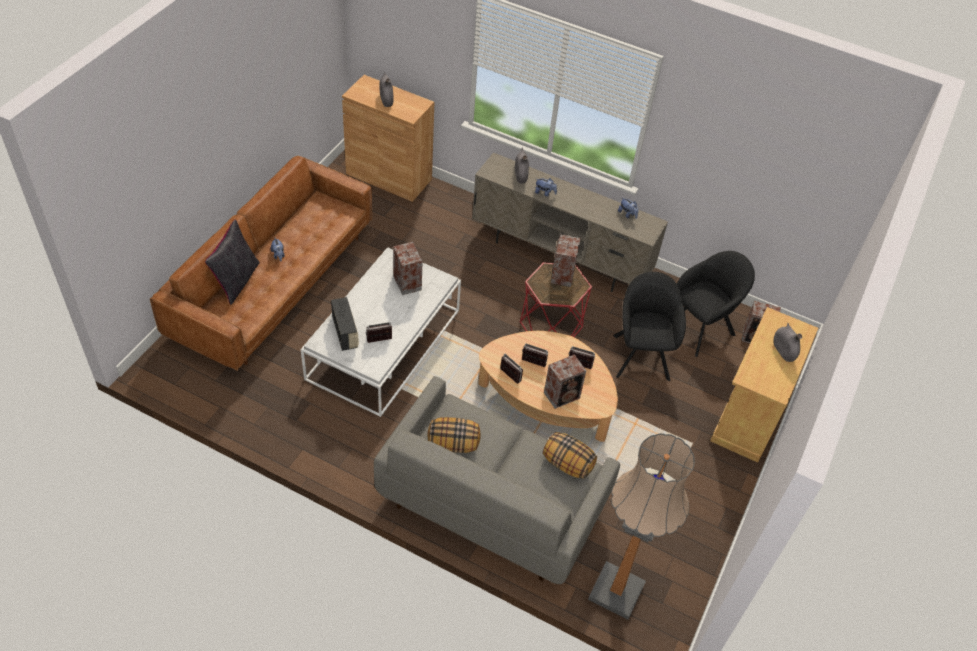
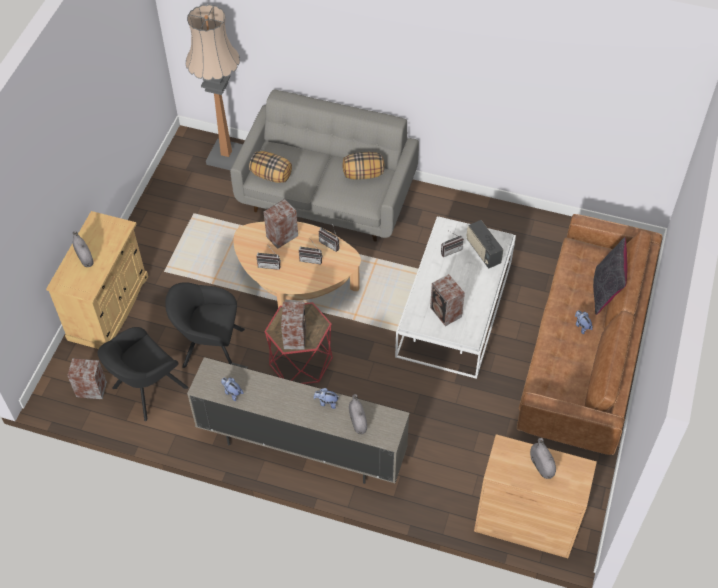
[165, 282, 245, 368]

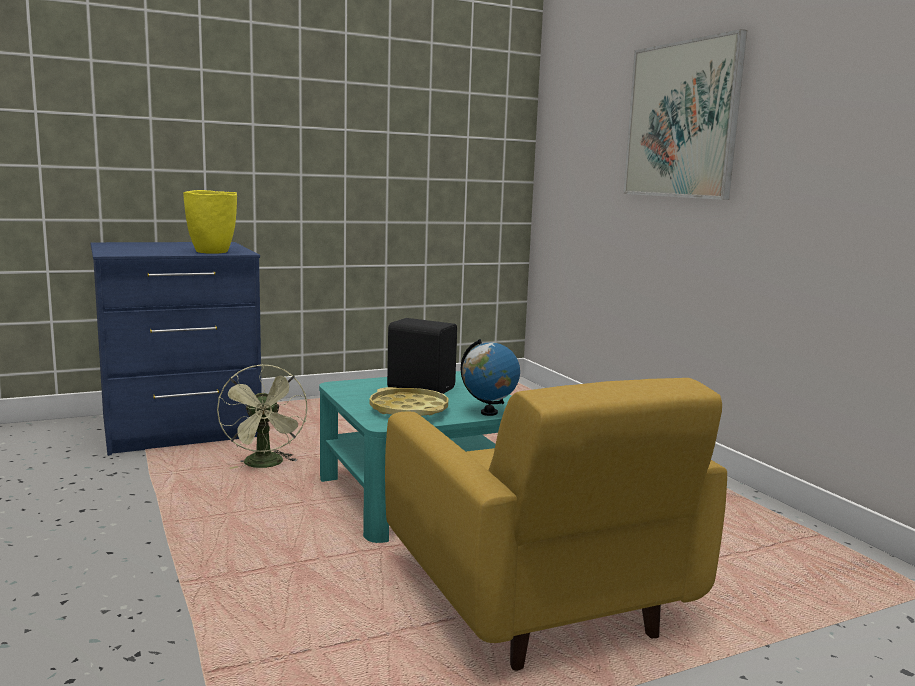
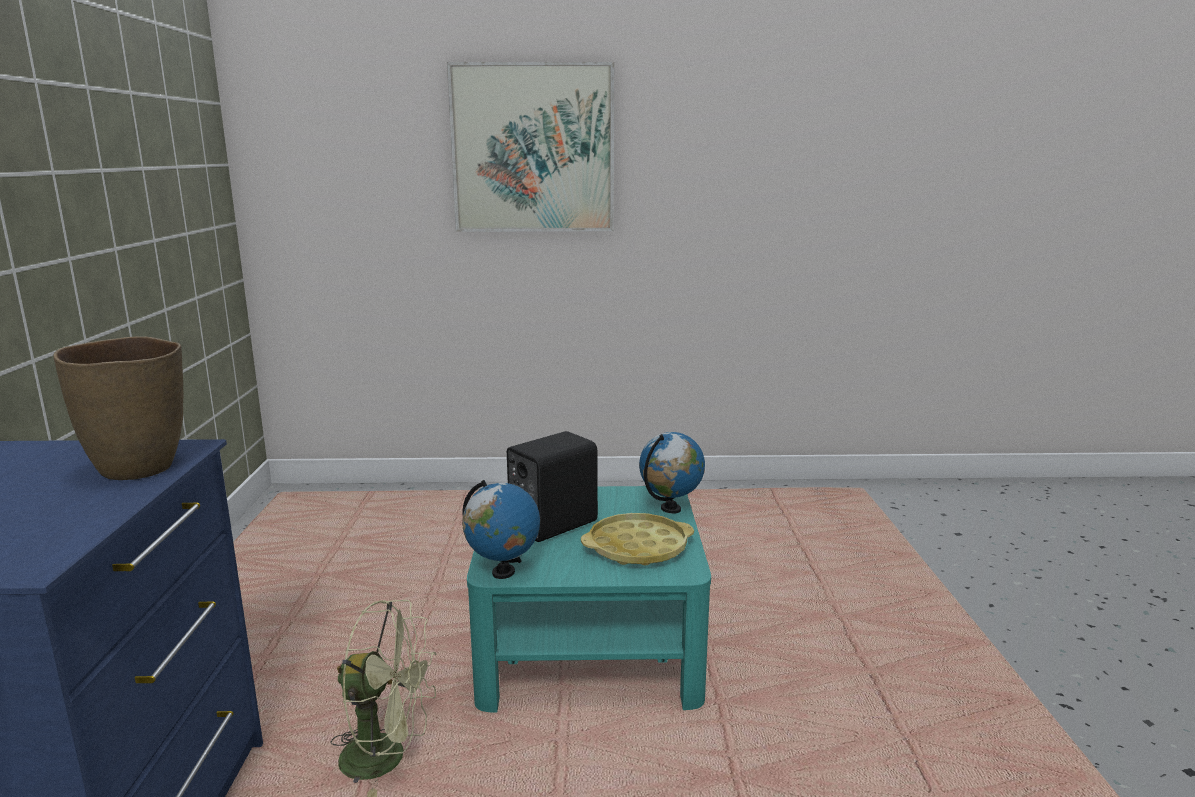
[53, 336, 183, 480]
[385, 378, 727, 671] (first image)
[462, 480, 540, 579]

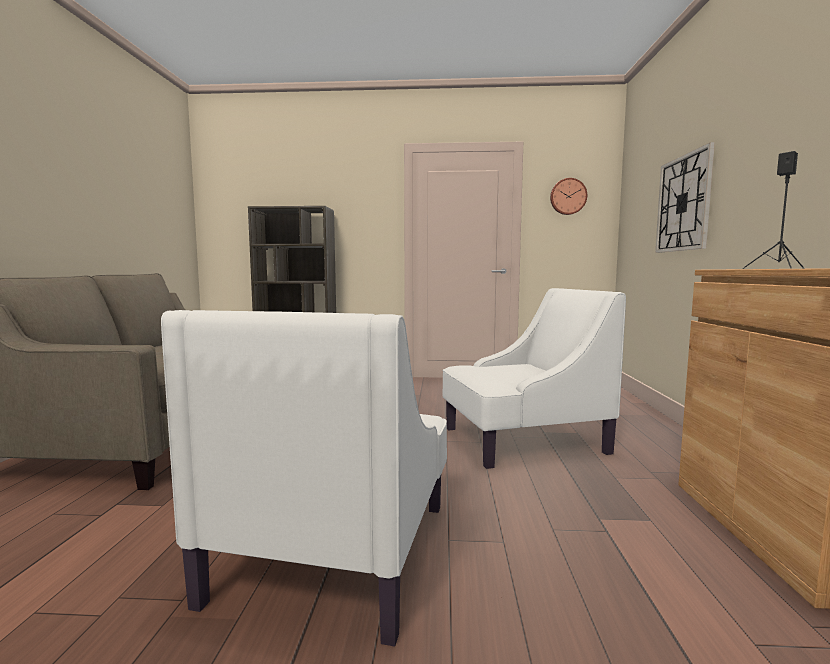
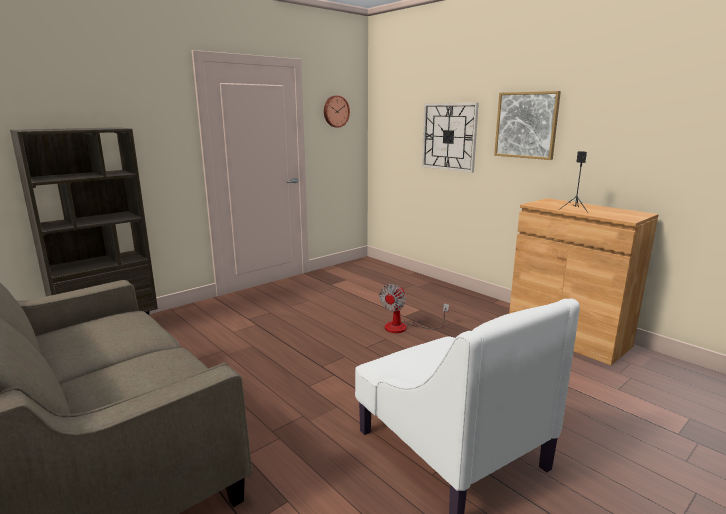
[379, 284, 449, 333]
[494, 91, 561, 160]

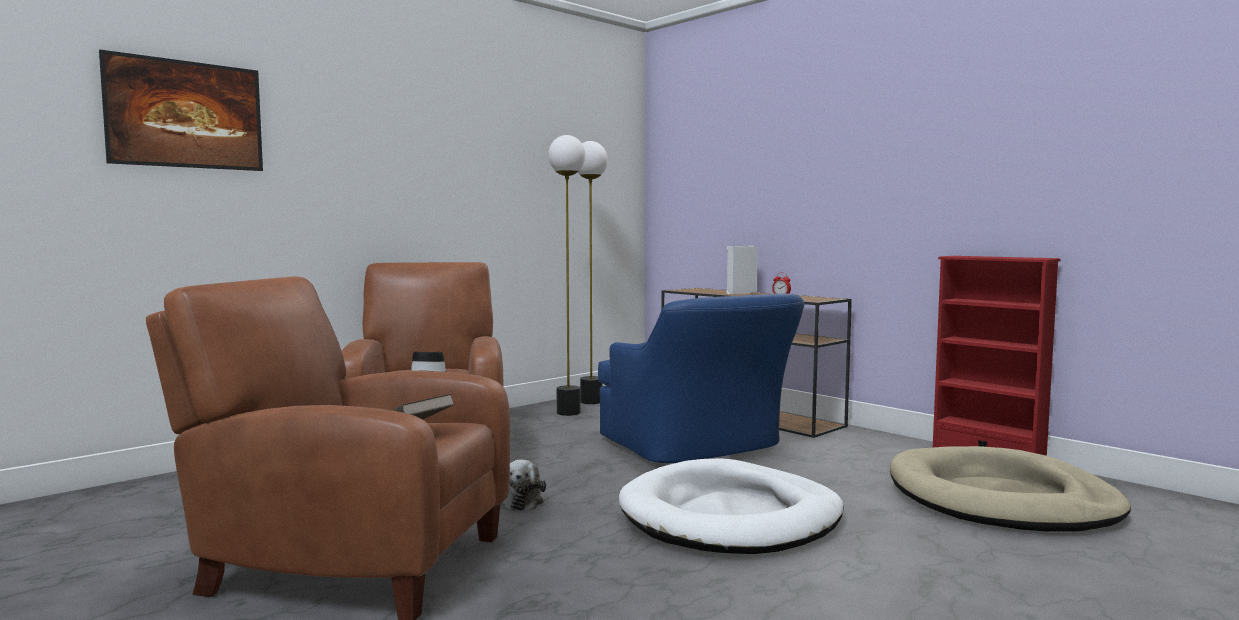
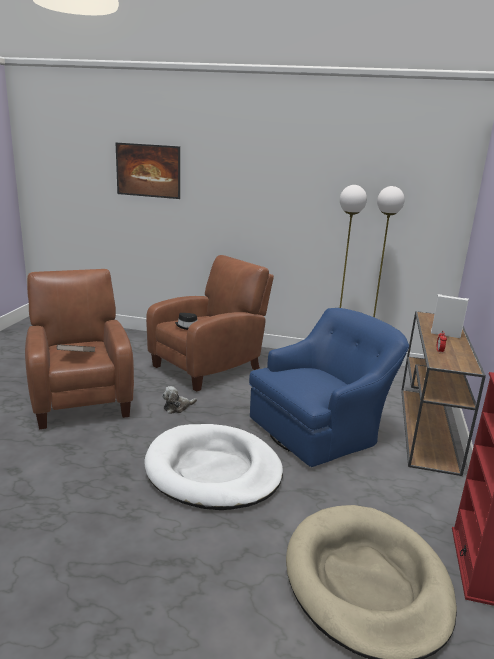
[249, 308, 409, 467]

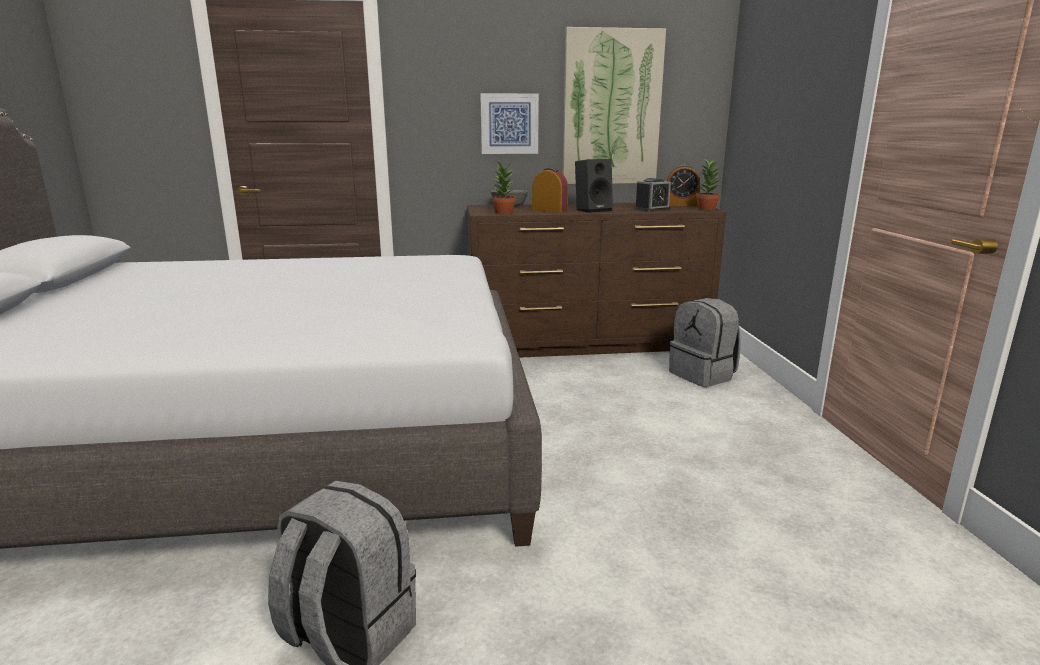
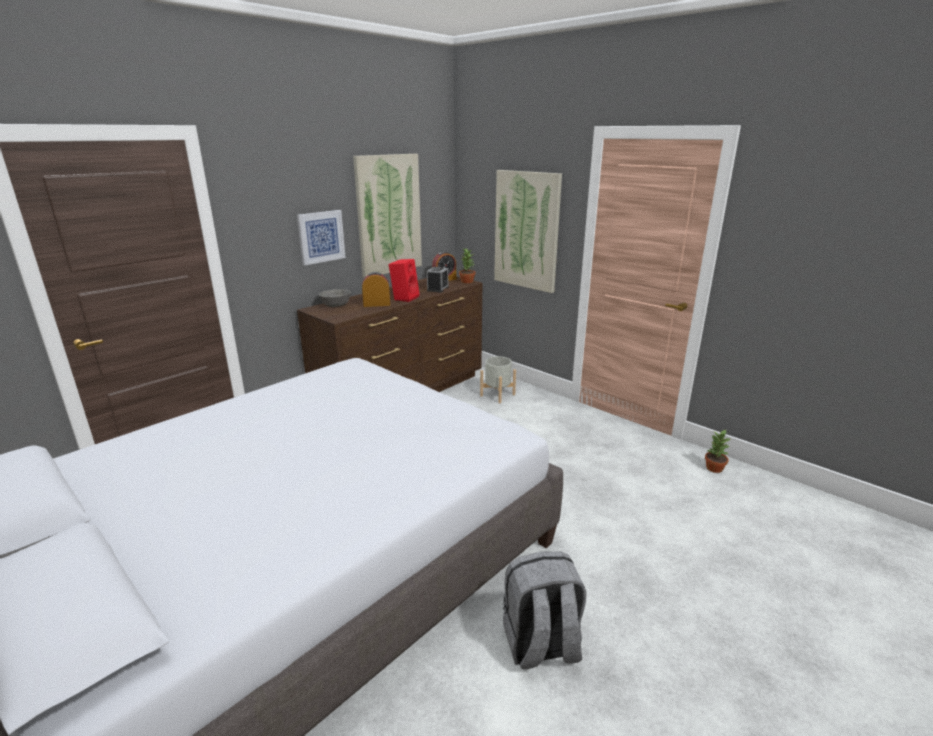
[705, 430, 731, 473]
[389, 259, 419, 302]
[480, 356, 516, 403]
[494, 170, 562, 293]

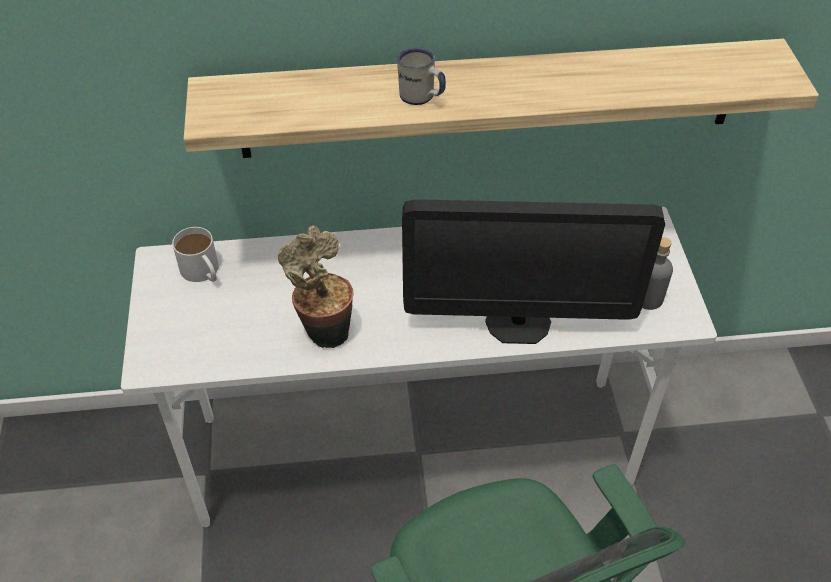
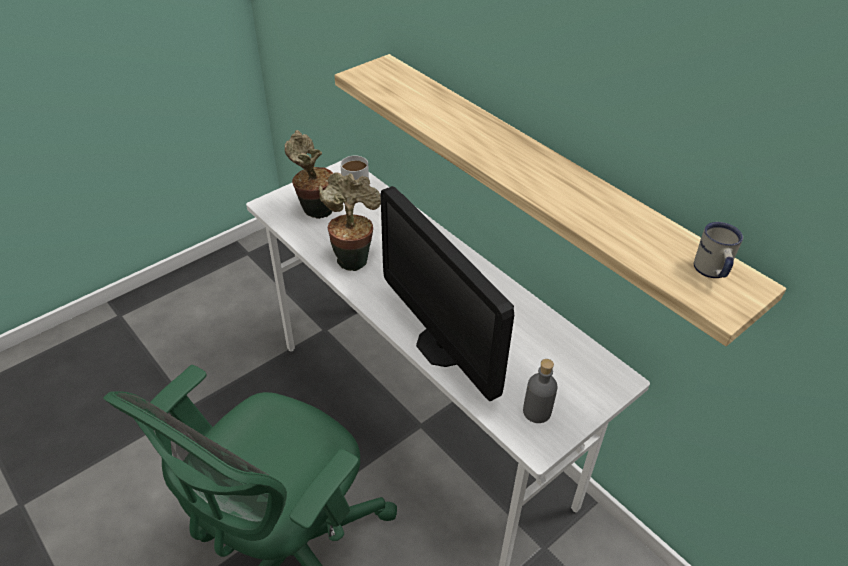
[694, 222, 743, 278]
[285, 130, 333, 219]

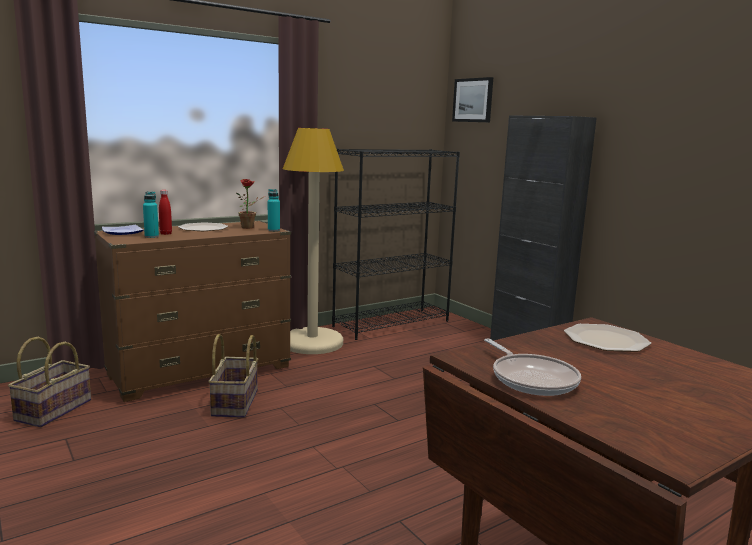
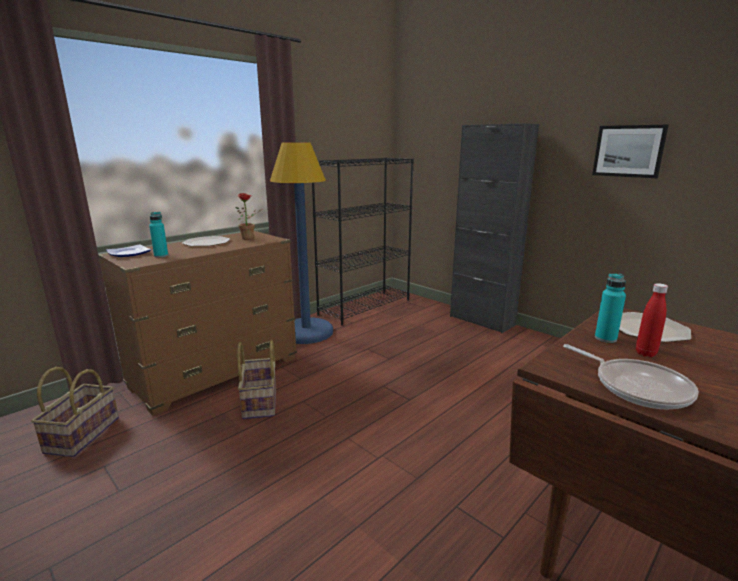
[636, 283, 668, 357]
[595, 274, 626, 343]
[270, 143, 333, 344]
[592, 124, 669, 178]

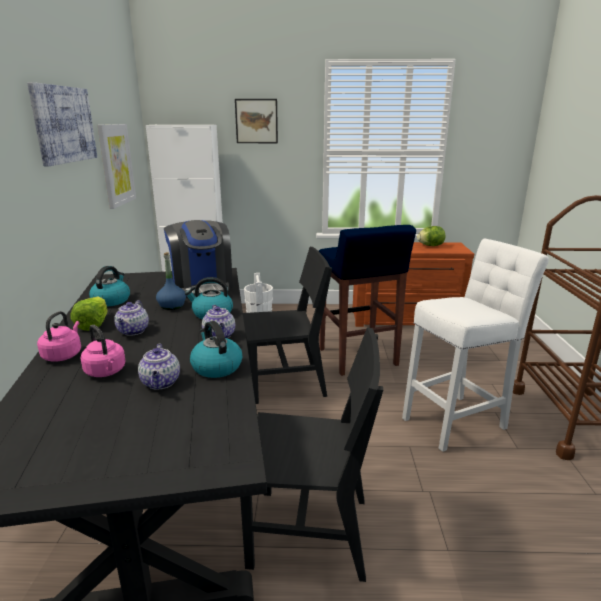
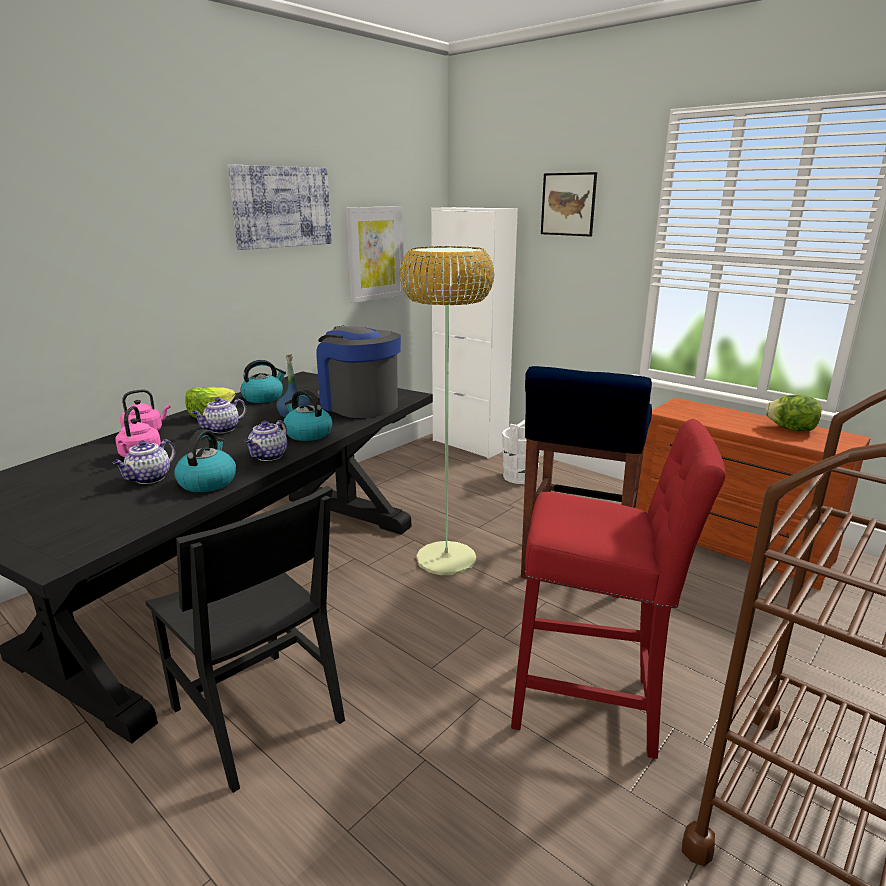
[317, 325, 401, 418]
[400, 246, 495, 575]
[511, 419, 726, 759]

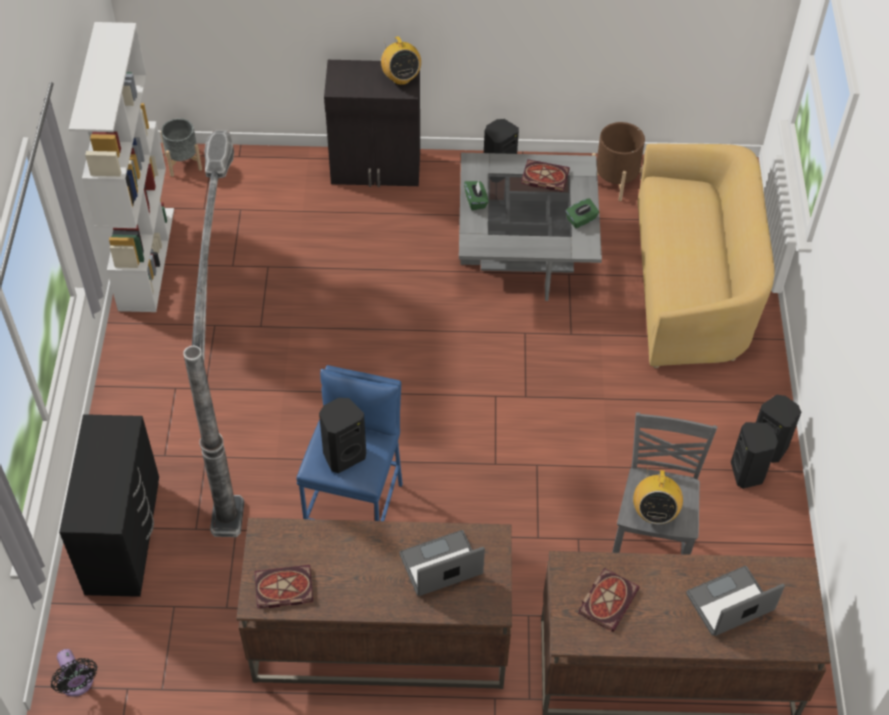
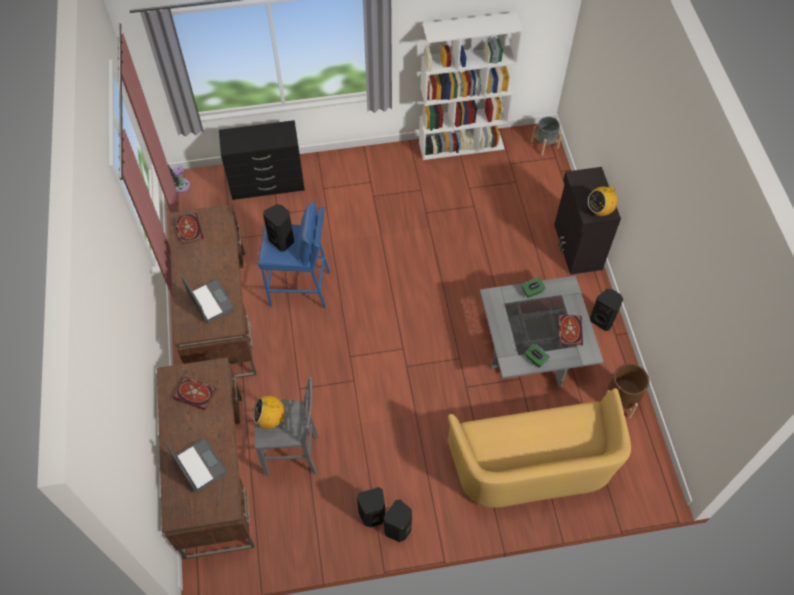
[183, 130, 244, 537] (first image)

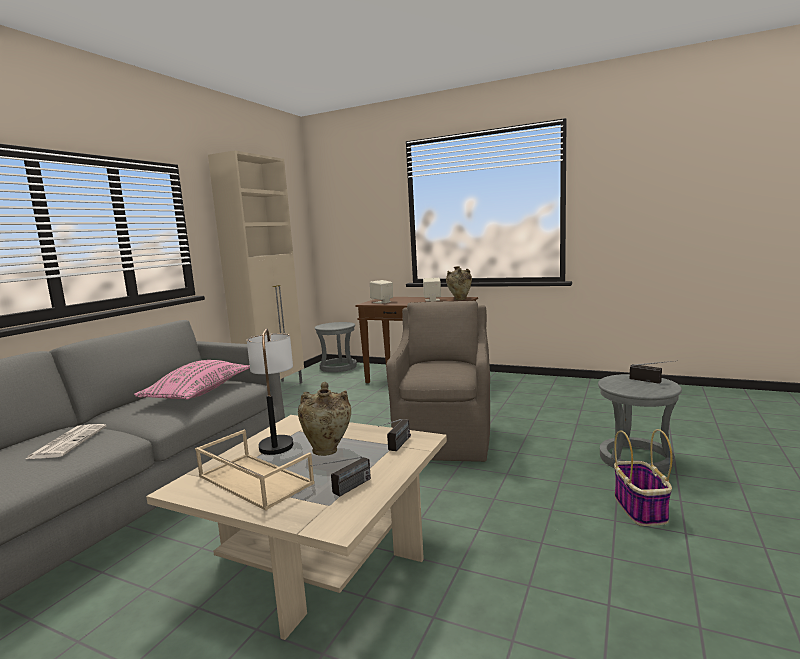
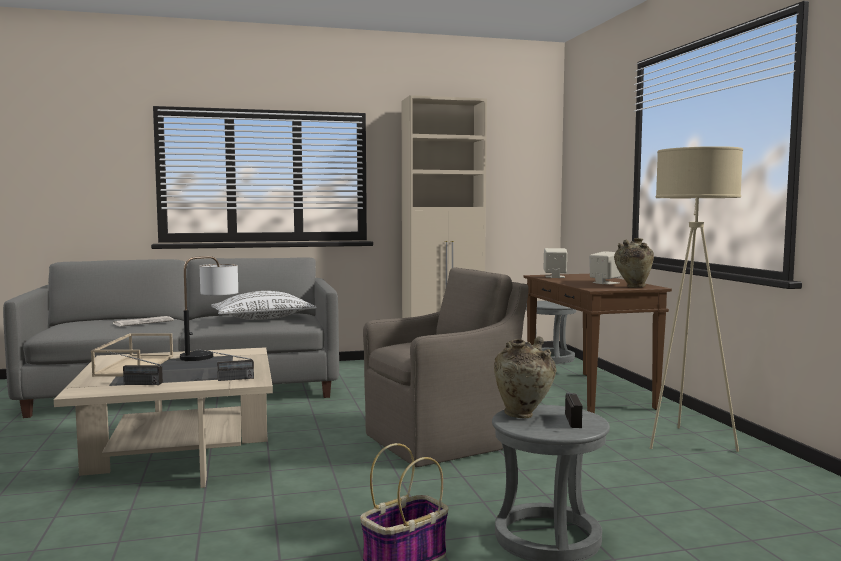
[211, 291, 317, 320]
[494, 336, 556, 419]
[650, 146, 743, 452]

